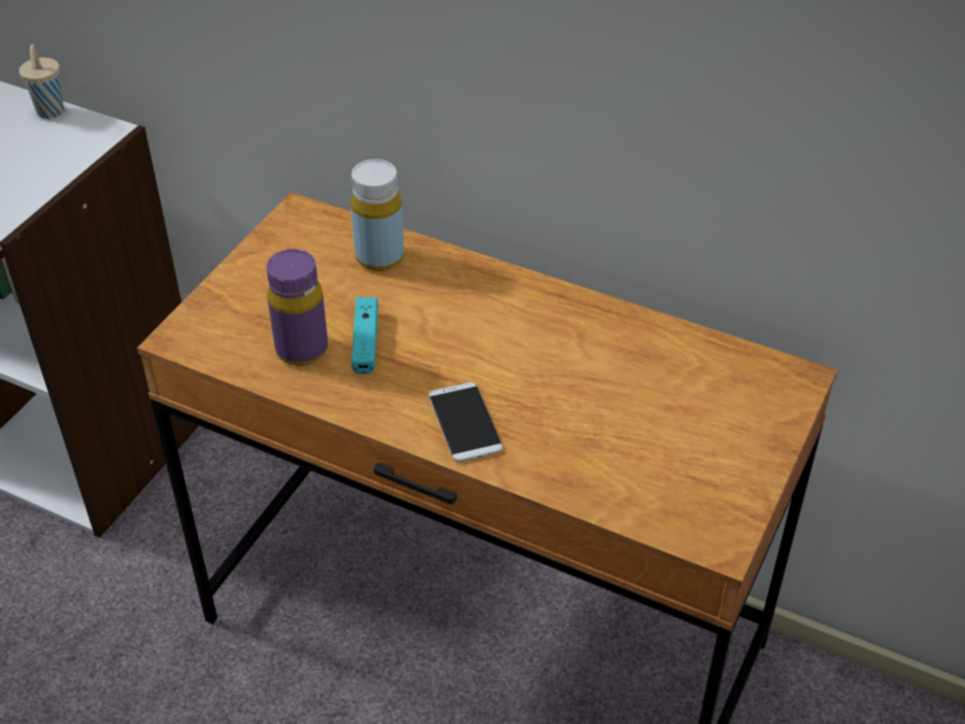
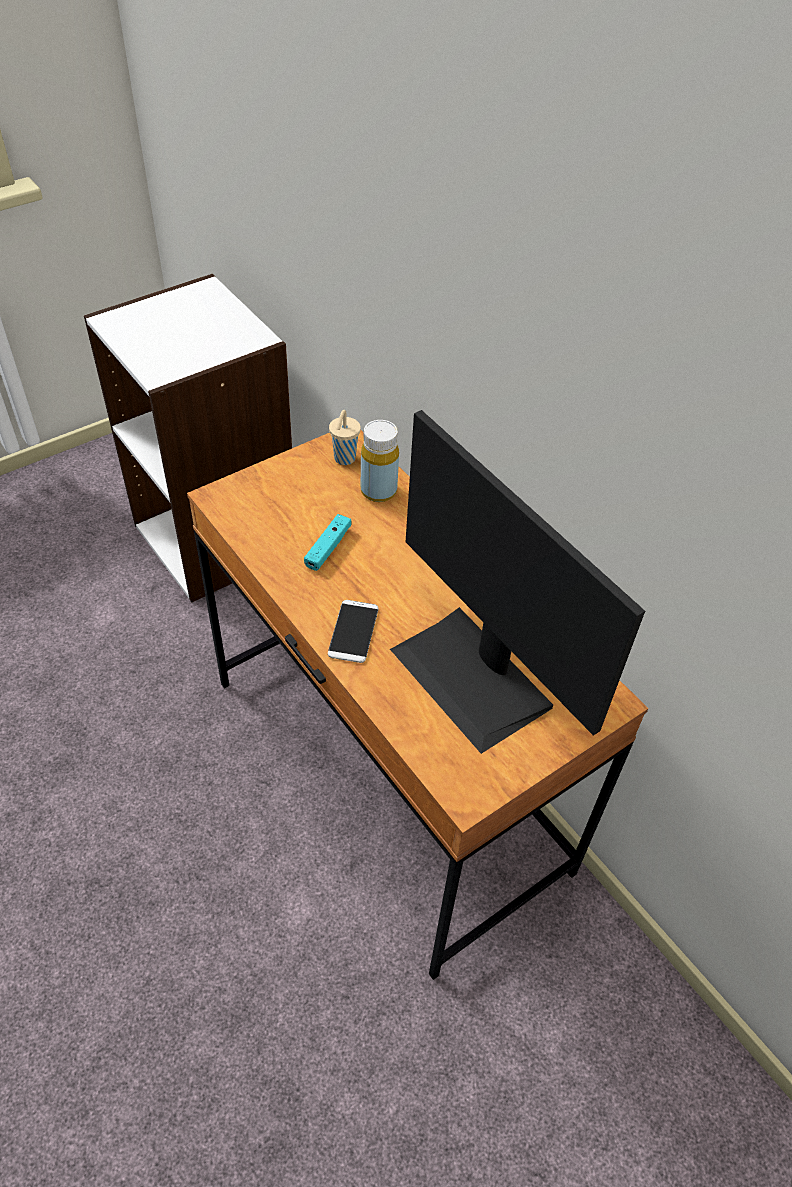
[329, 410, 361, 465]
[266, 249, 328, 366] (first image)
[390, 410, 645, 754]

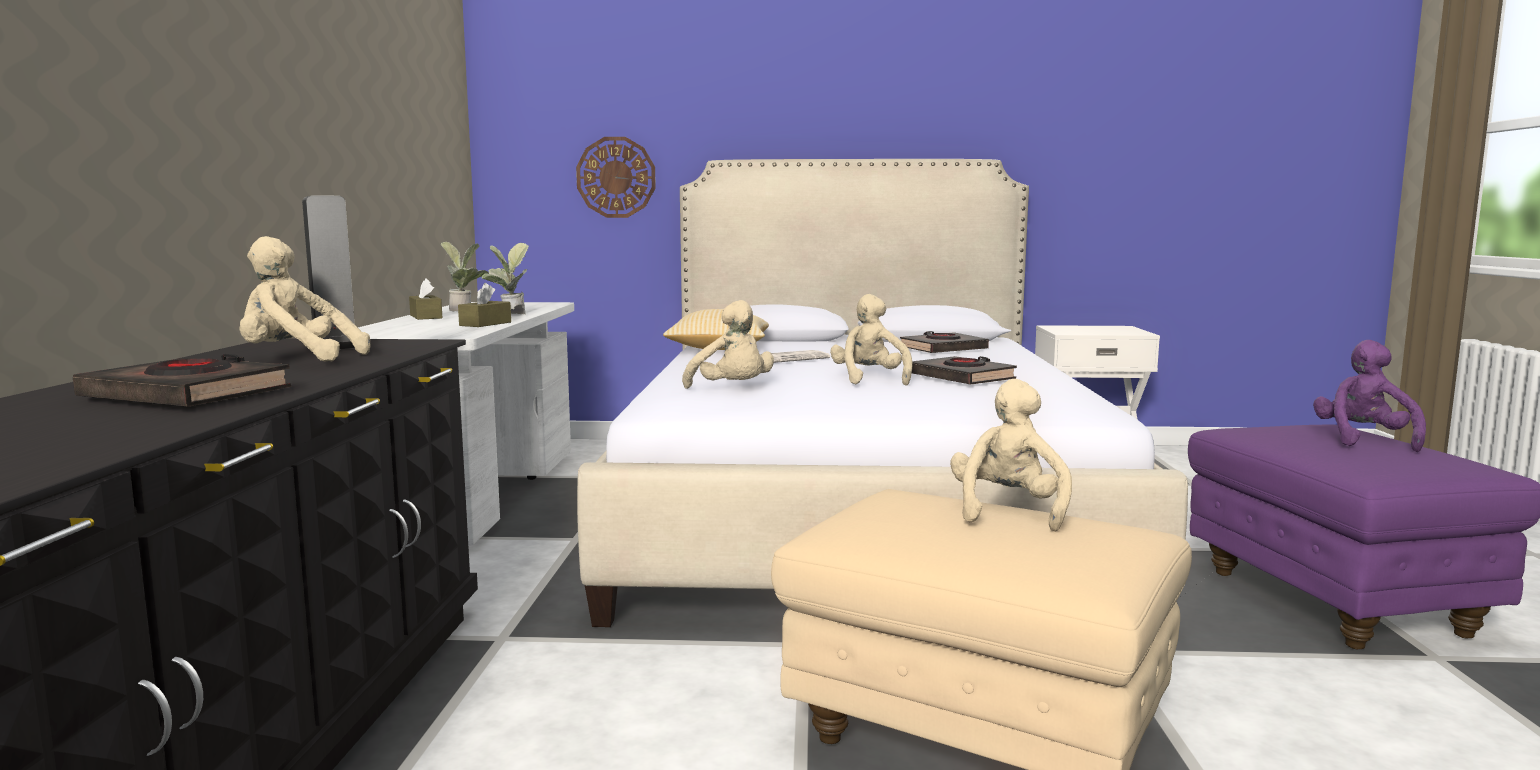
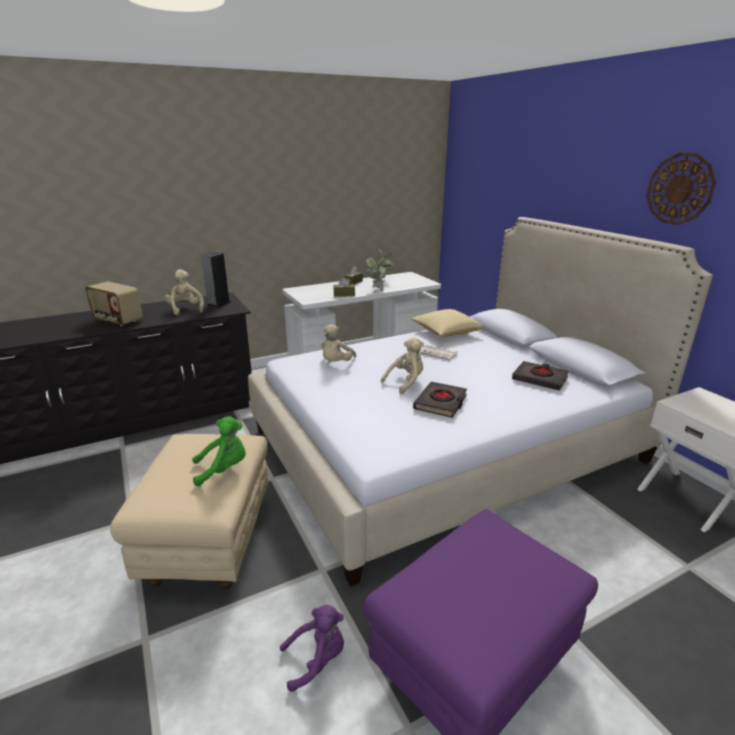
[85, 281, 143, 326]
[646, 153, 716, 225]
[192, 416, 246, 486]
[280, 605, 344, 692]

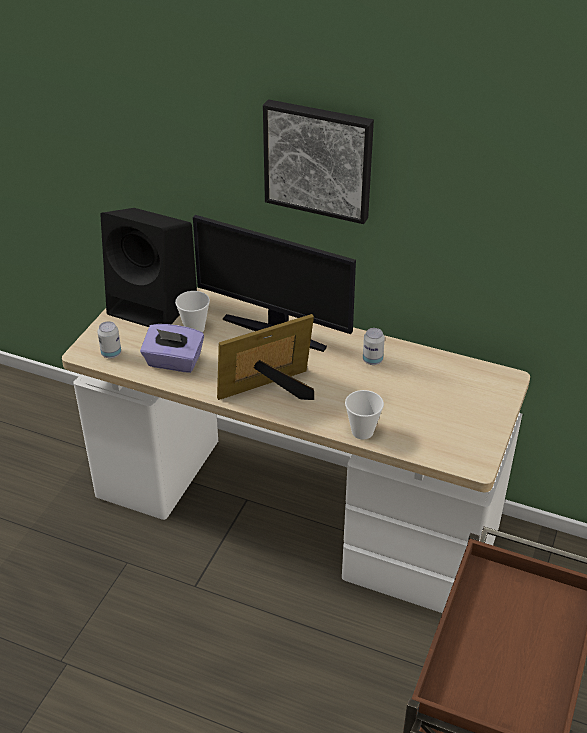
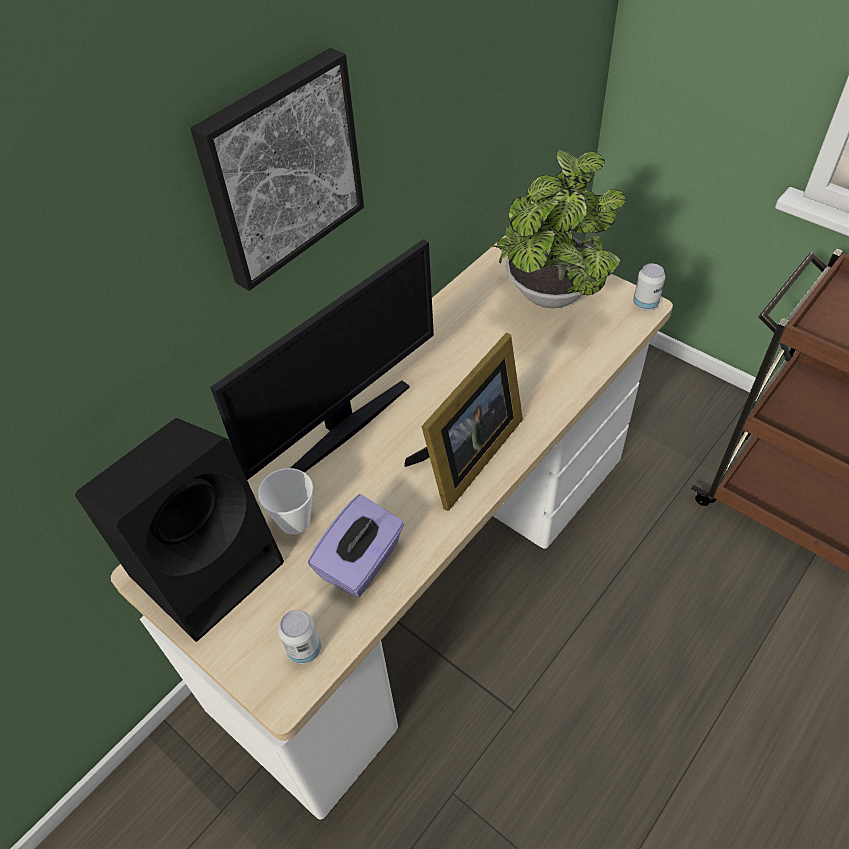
[404, 333, 523, 511]
[345, 390, 384, 440] (first image)
[633, 263, 665, 311]
[488, 149, 626, 309]

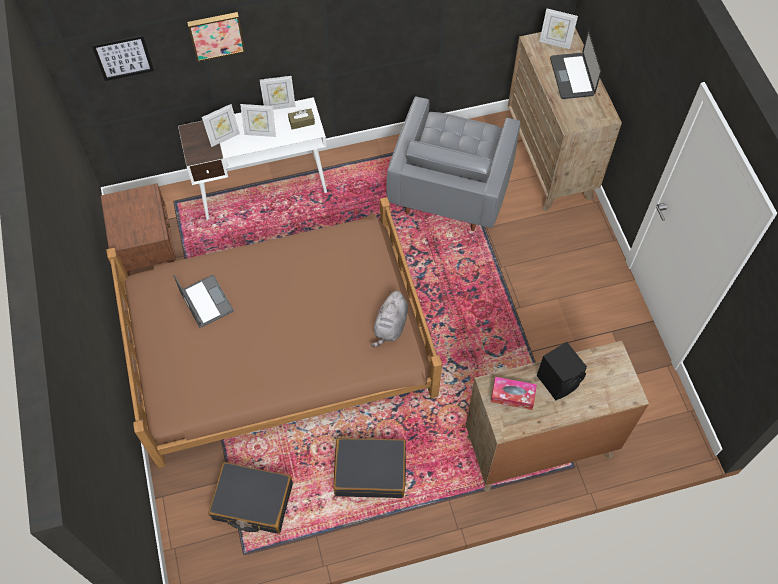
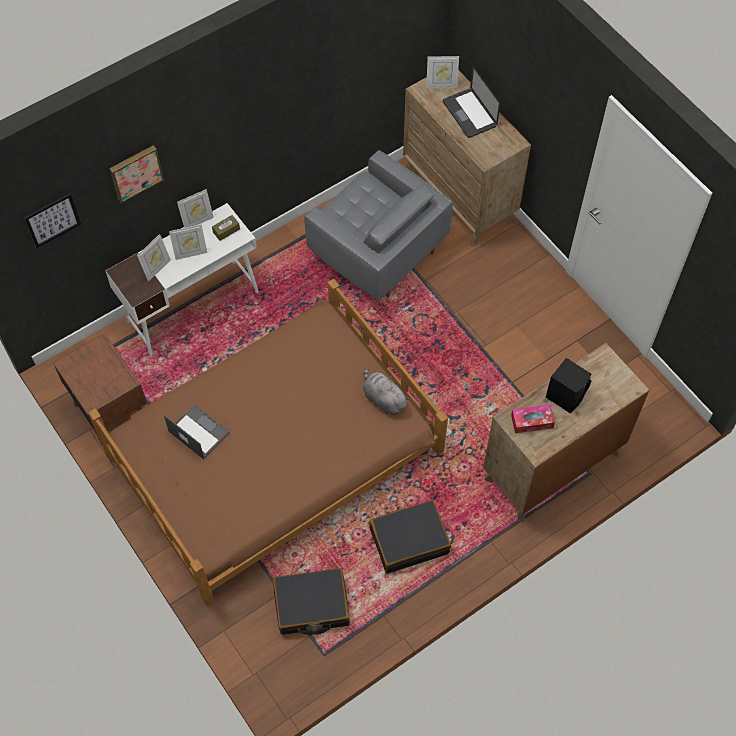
[363, 367, 410, 415]
[304, 150, 453, 300]

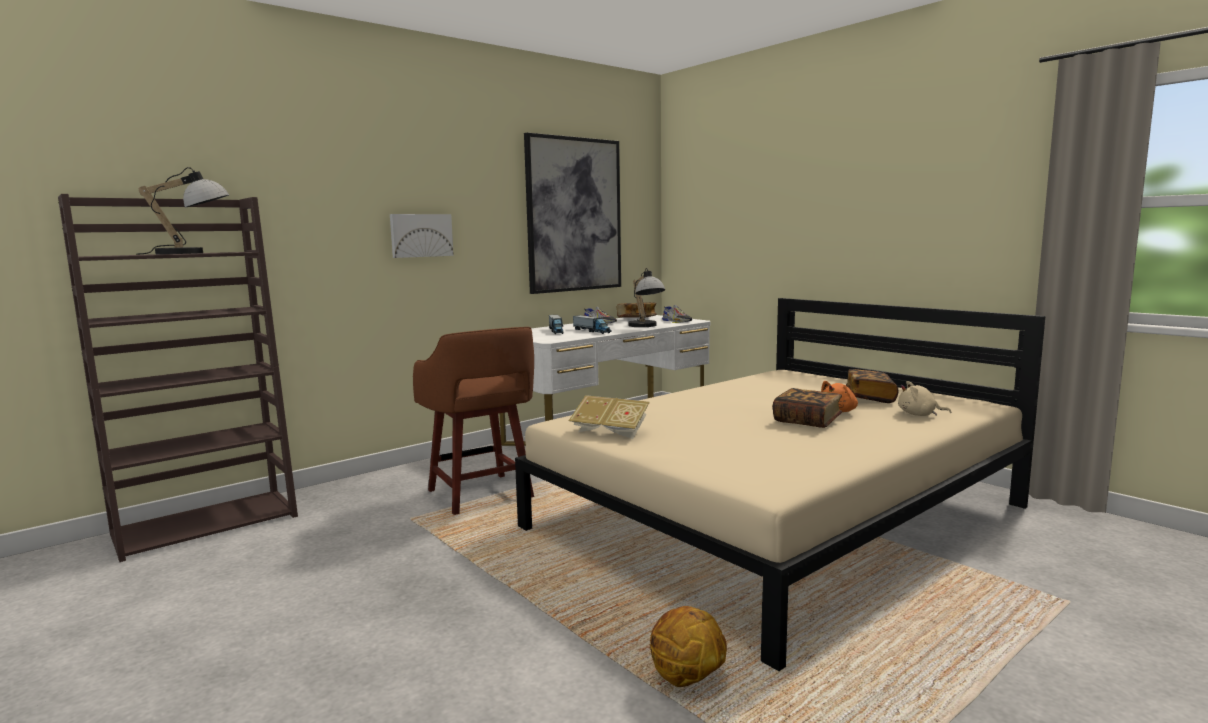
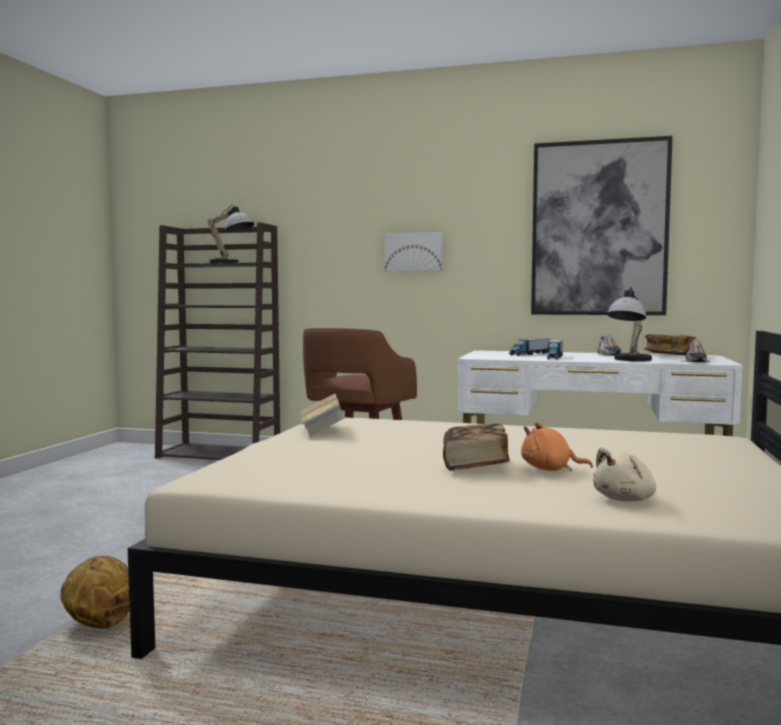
[846, 369, 898, 403] (first image)
[593, 447, 656, 502]

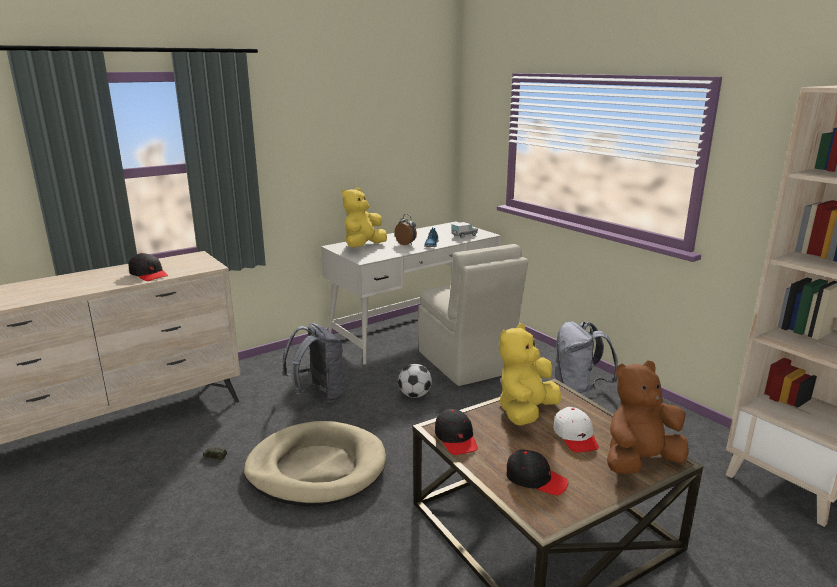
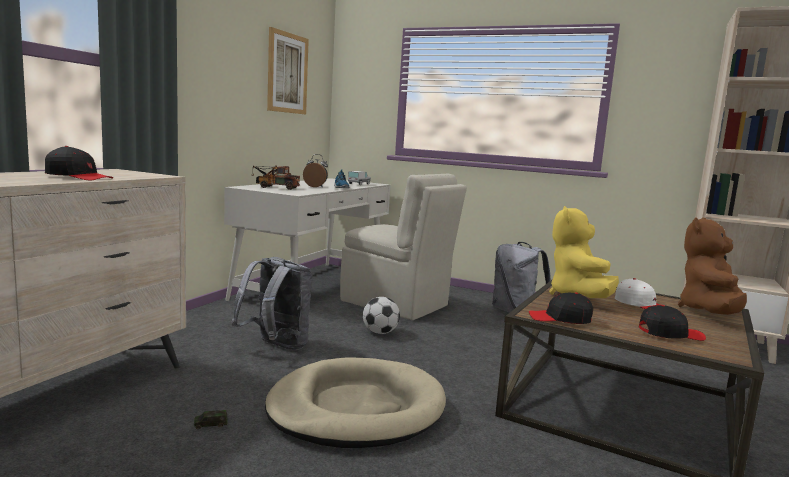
[252, 165, 300, 190]
[529, 292, 593, 324]
[267, 27, 309, 114]

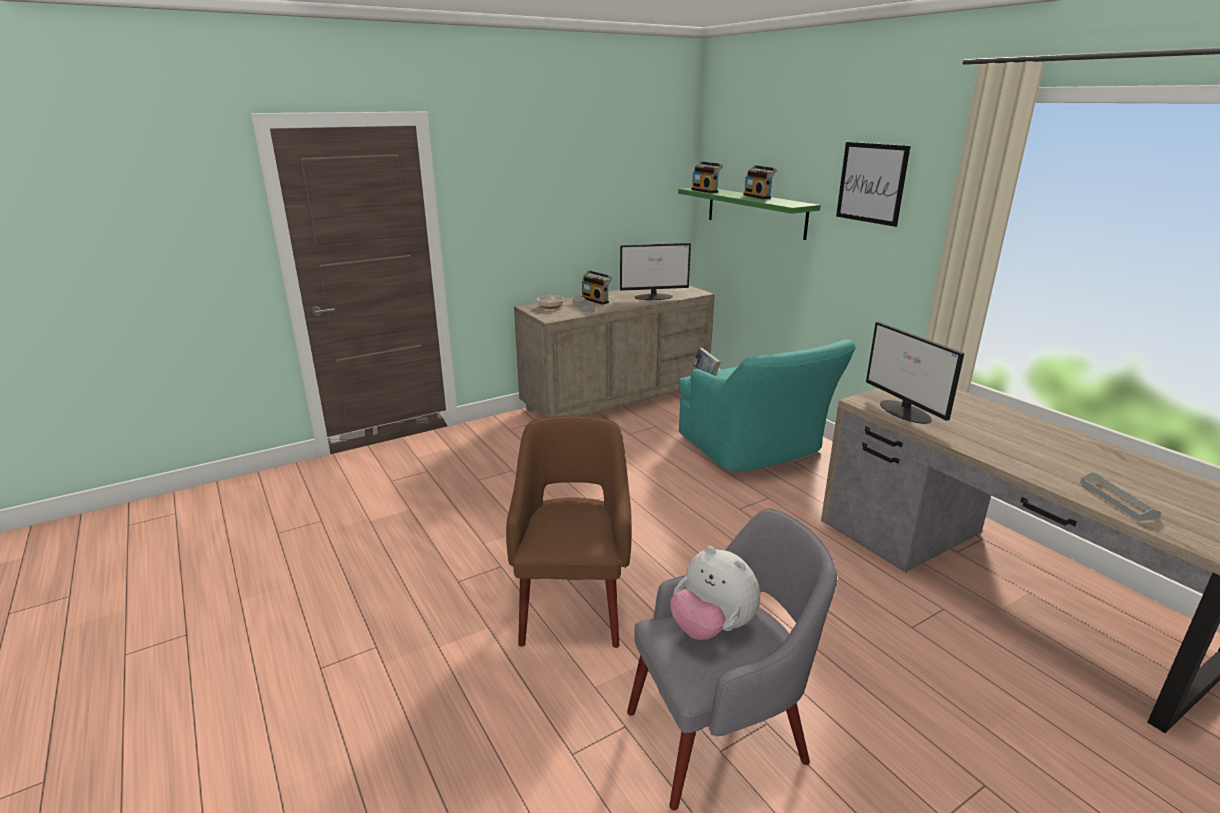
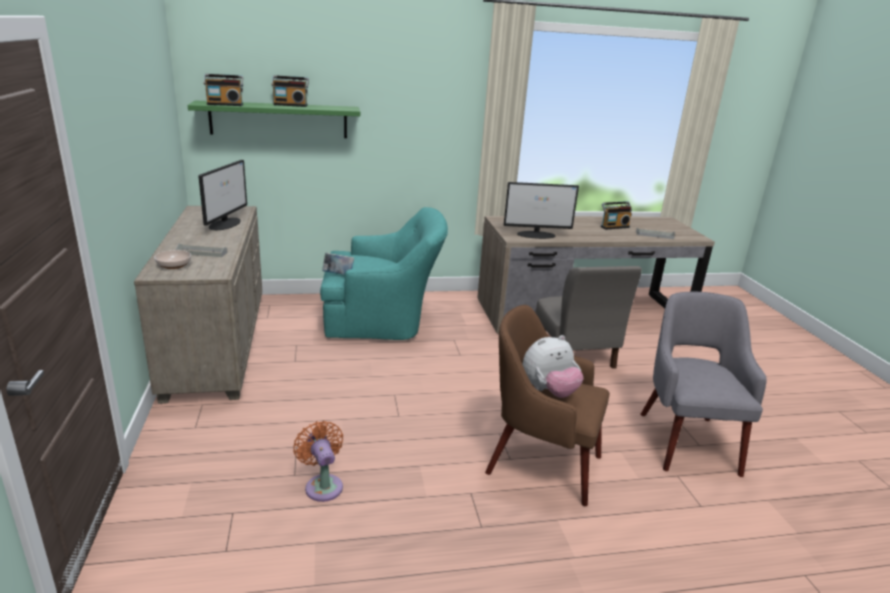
[601, 201, 632, 230]
[523, 335, 584, 398]
[836, 142, 911, 227] (first image)
[293, 421, 343, 502]
[536, 266, 642, 369]

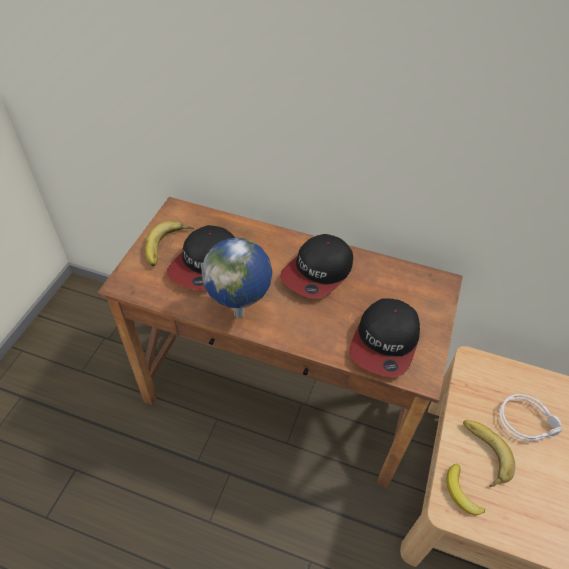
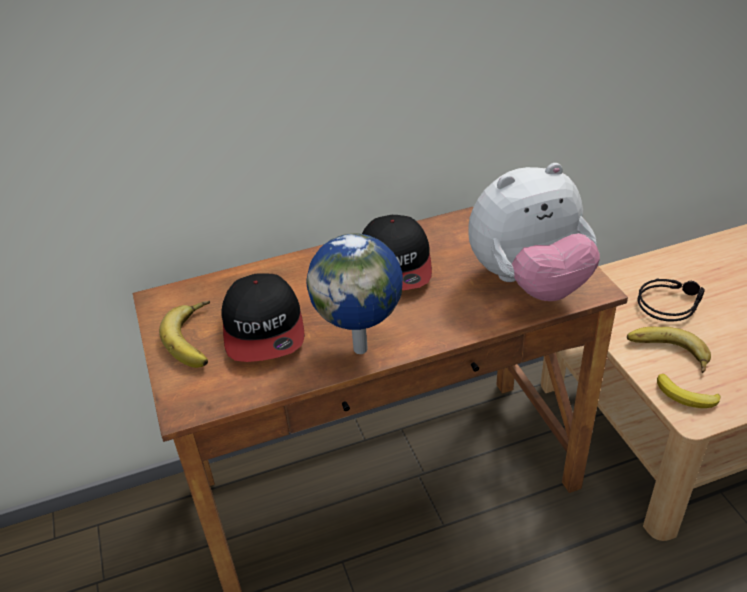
[468, 163, 600, 301]
[637, 279, 705, 321]

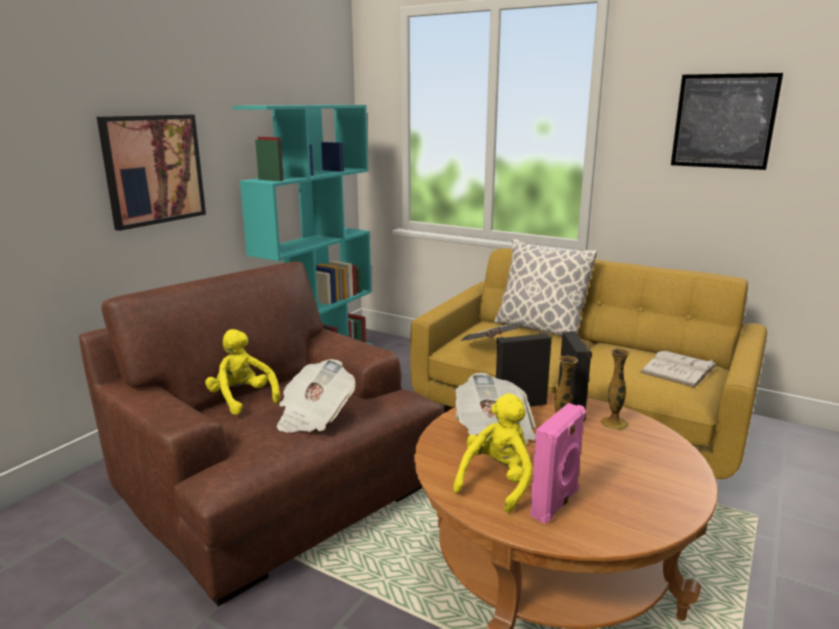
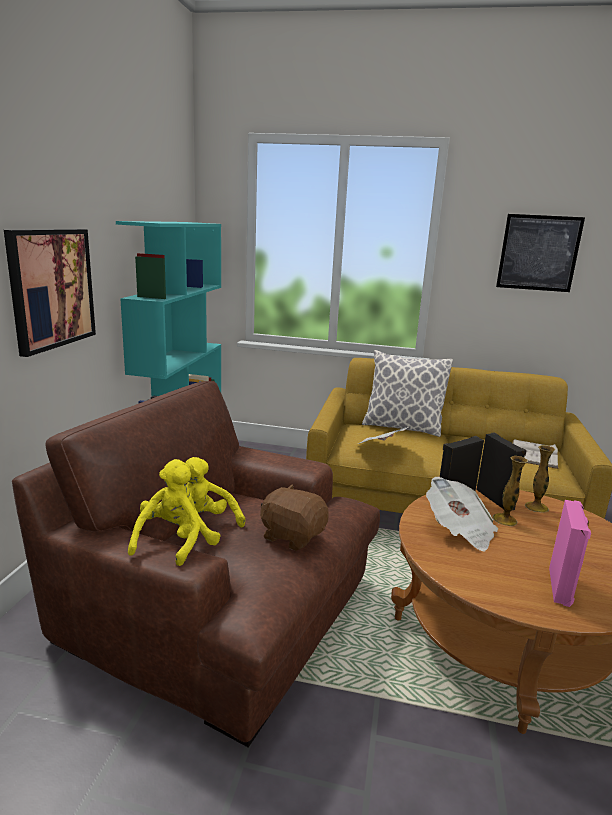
[260, 484, 329, 551]
[128, 459, 200, 566]

